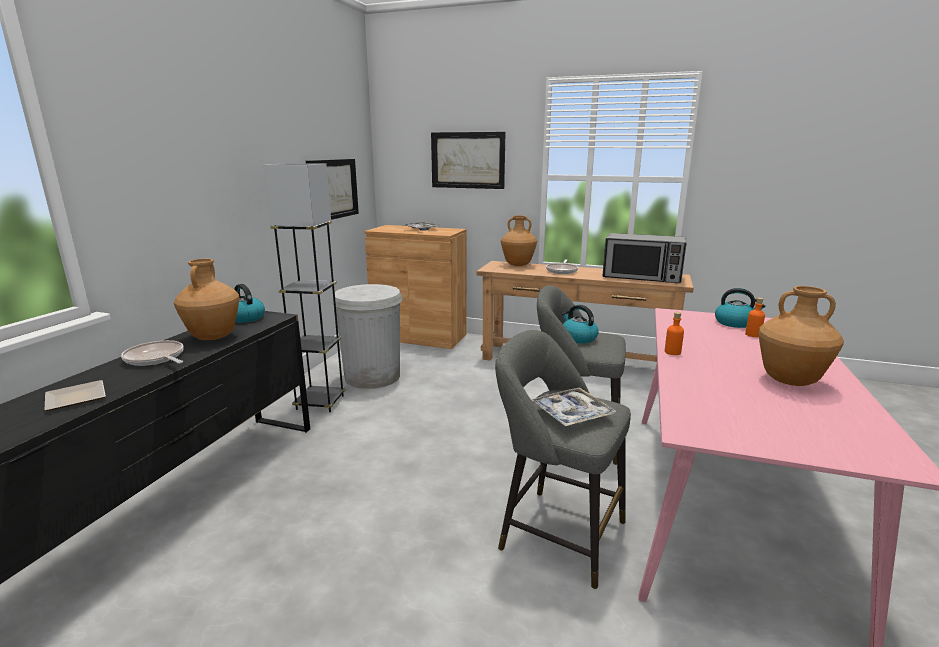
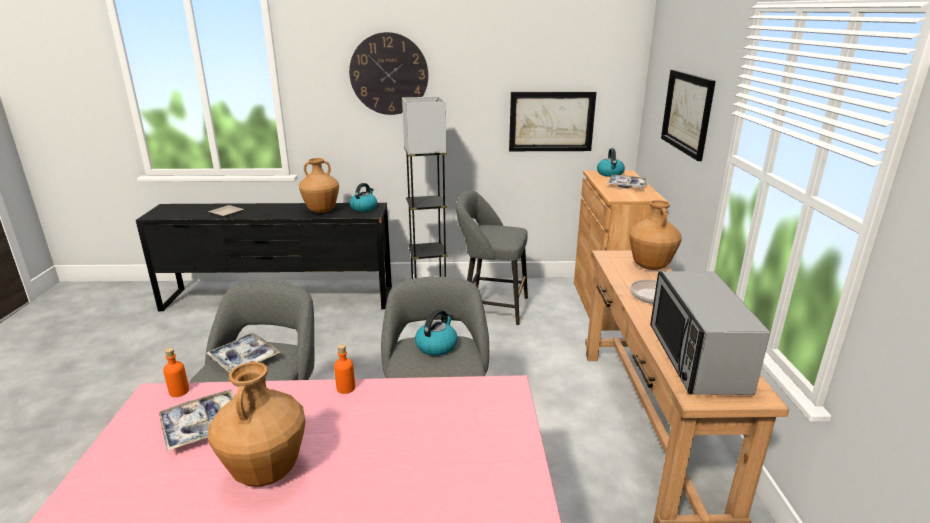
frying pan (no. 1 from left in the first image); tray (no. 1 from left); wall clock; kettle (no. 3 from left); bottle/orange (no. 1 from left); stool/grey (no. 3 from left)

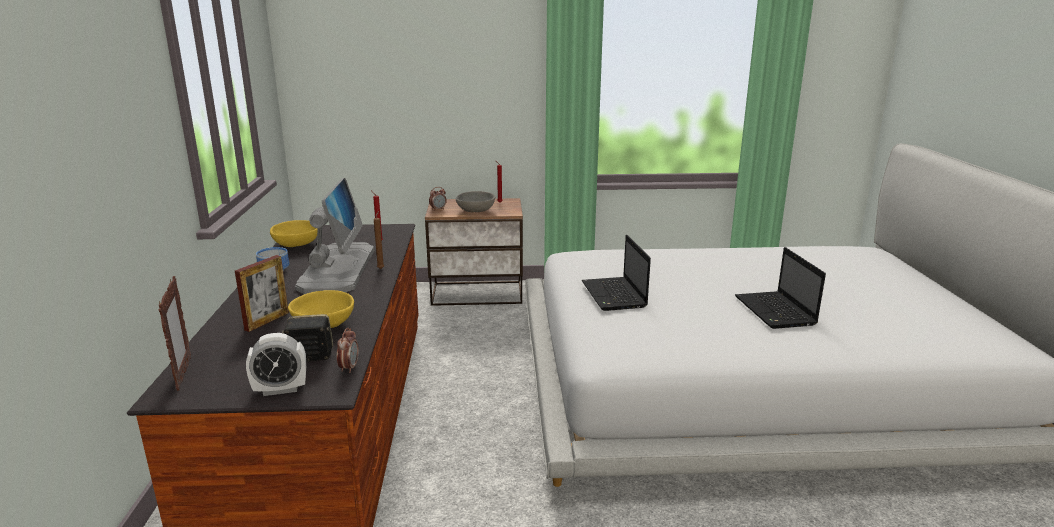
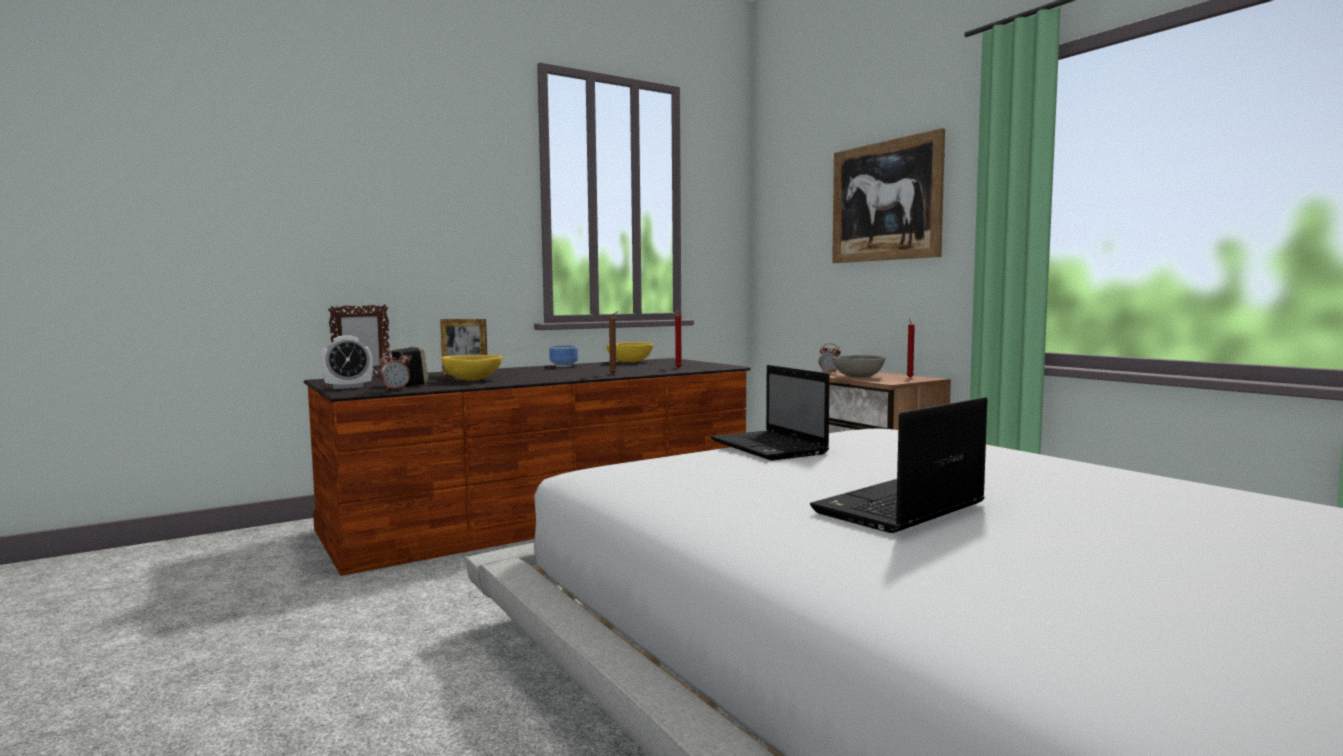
monitor; picture; alarm clock (no. 1 from left); laptop (no. 1 from left)

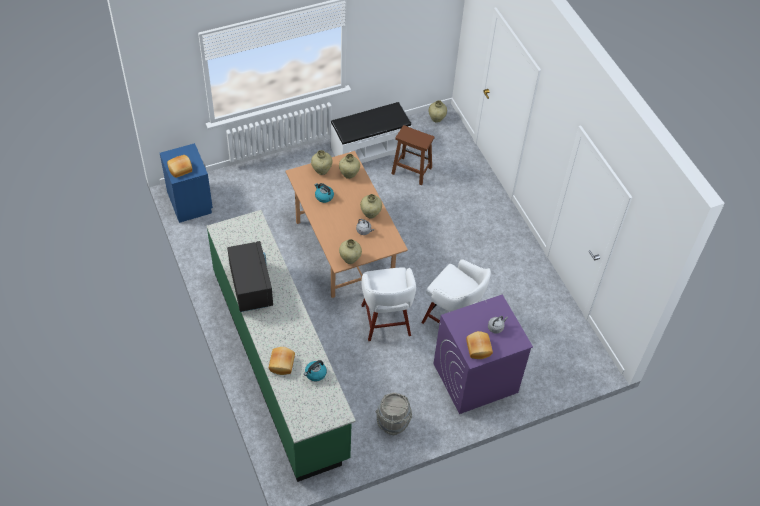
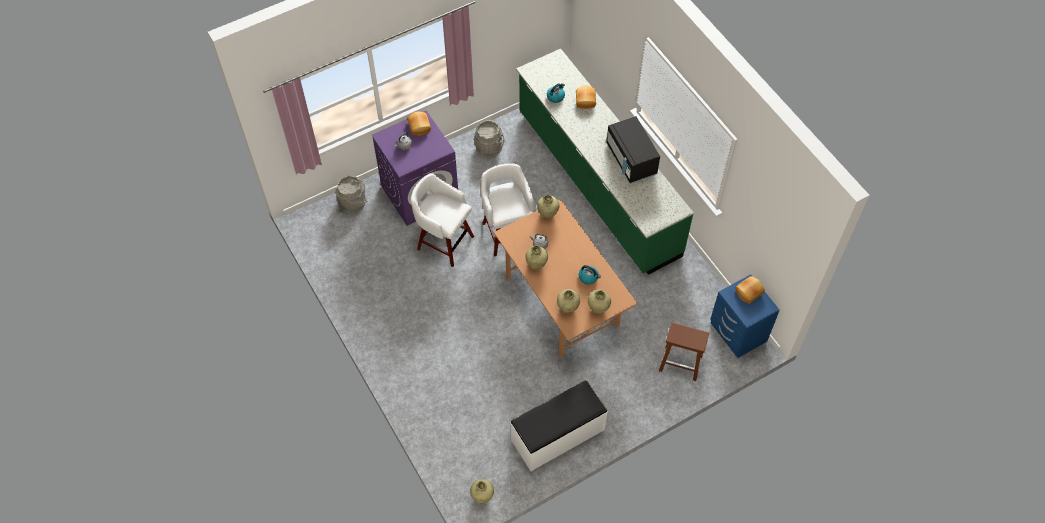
bucket/grey (no. 1 from left); stool/brown

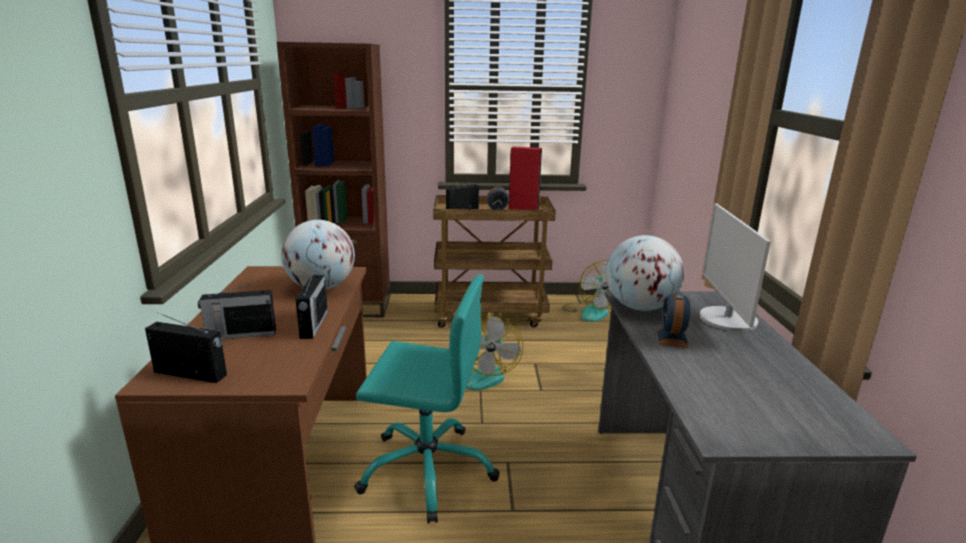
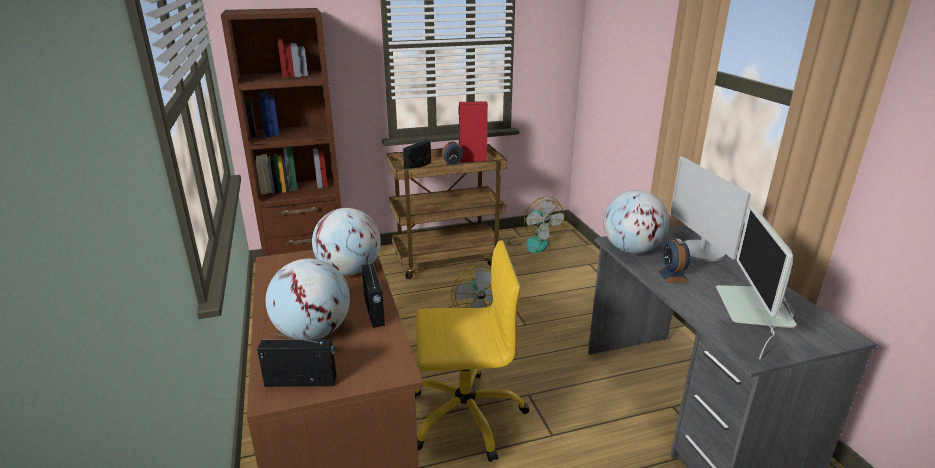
monitor (no. 2 from left); globe (no. 1 from left); office chair/yellow

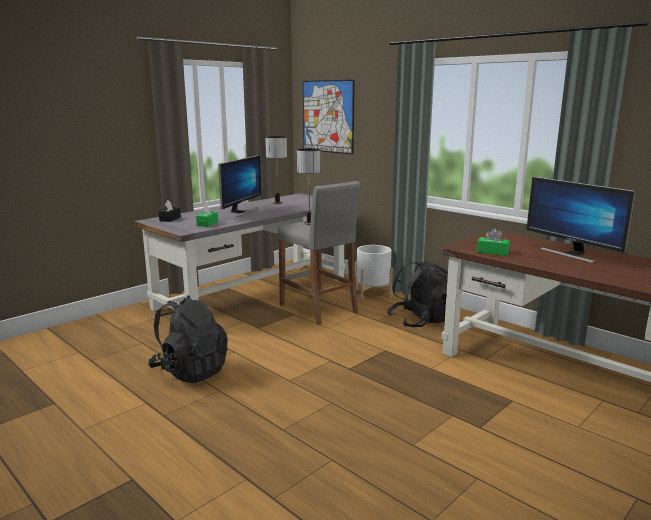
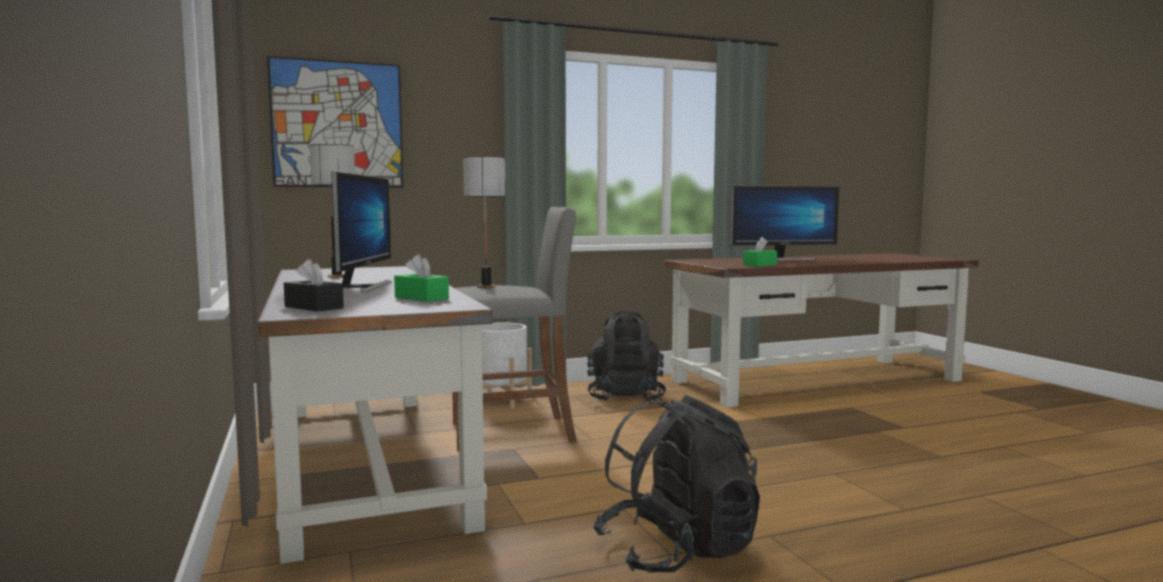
monitor (no. 1 from left)

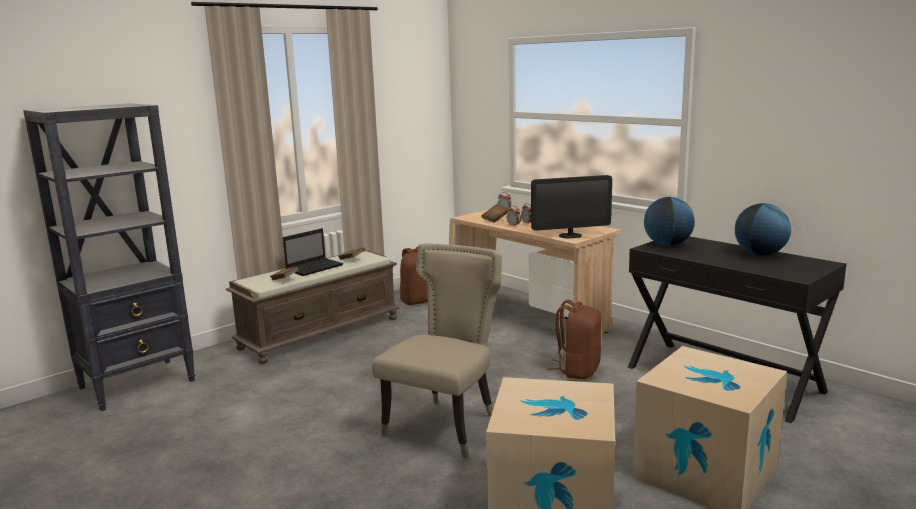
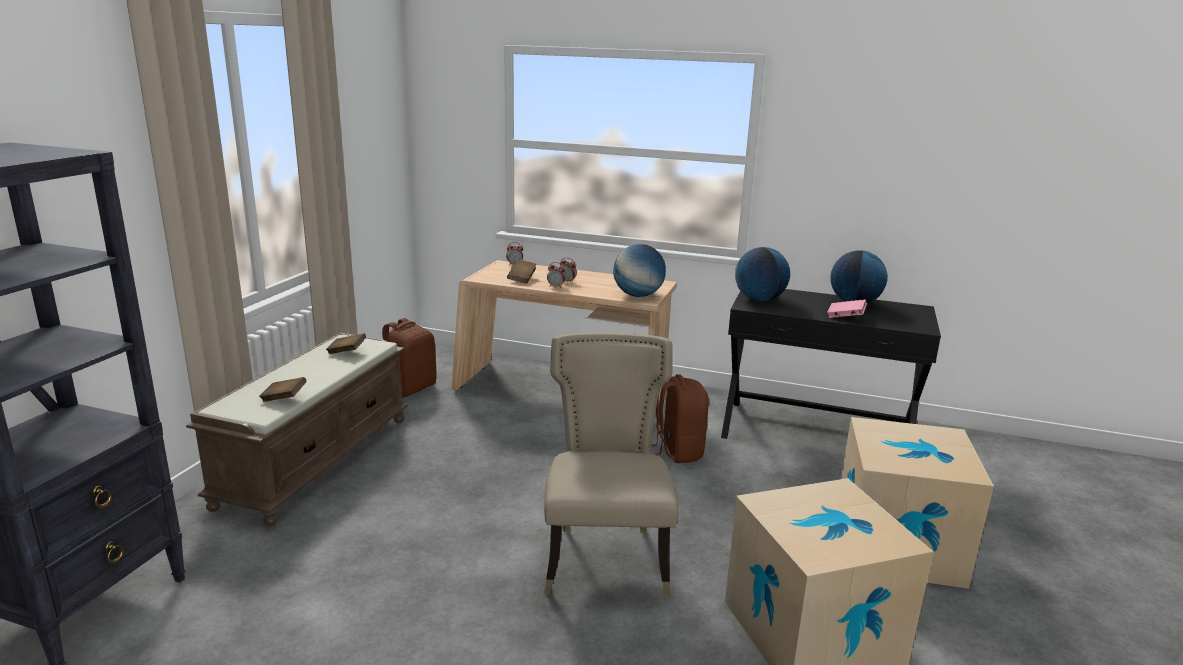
laptop; book/pink; globe (no. 1 from left)

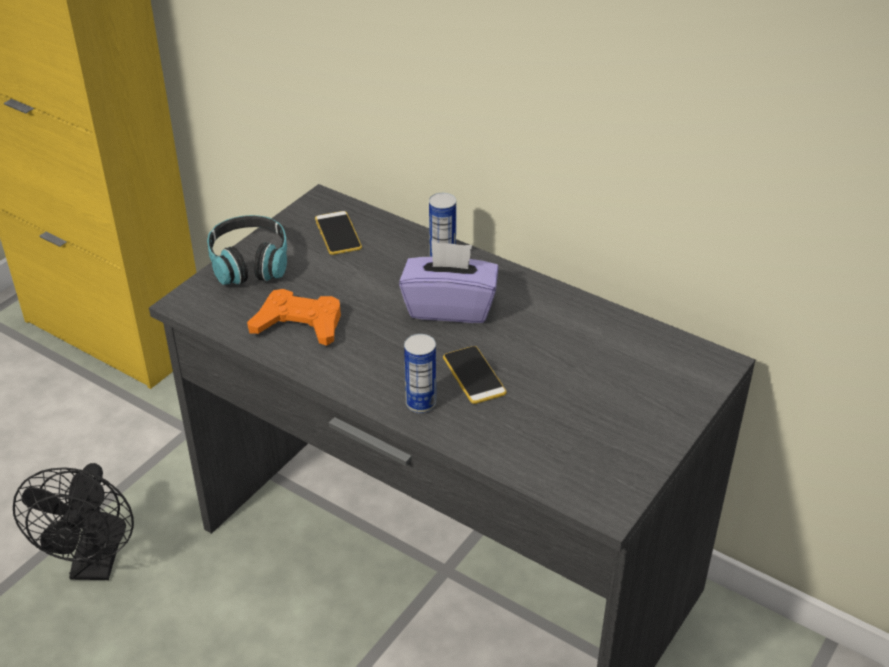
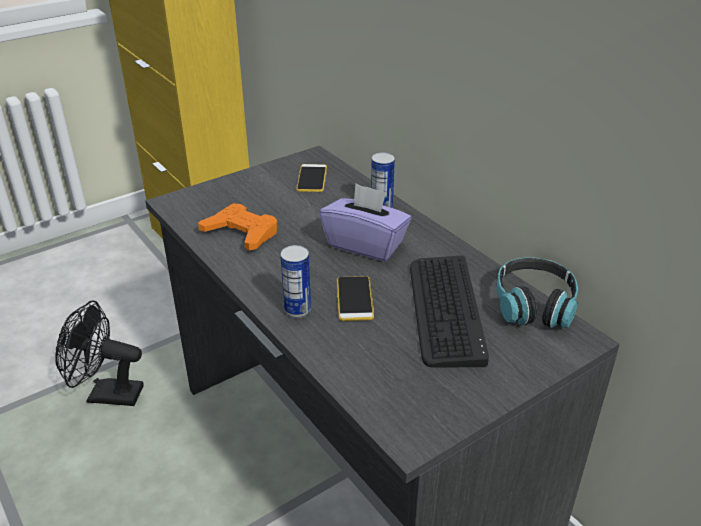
keyboard; headphones; fan/black

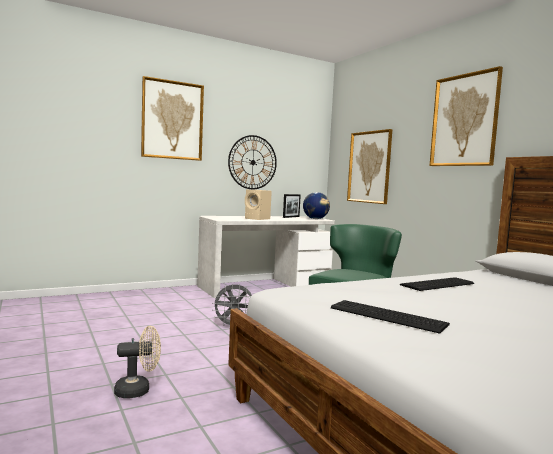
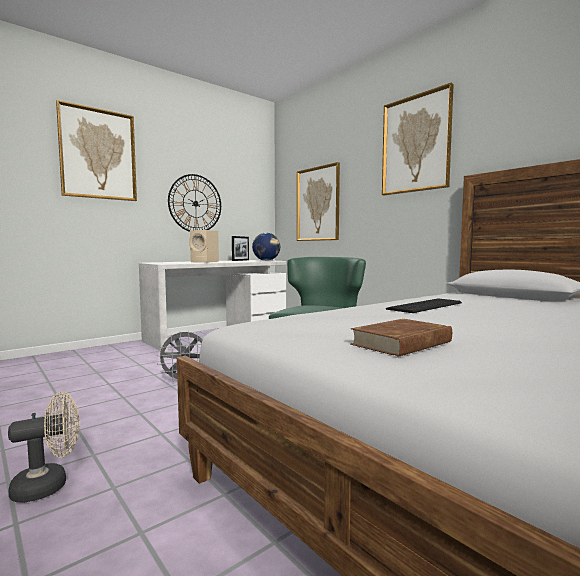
book/brown

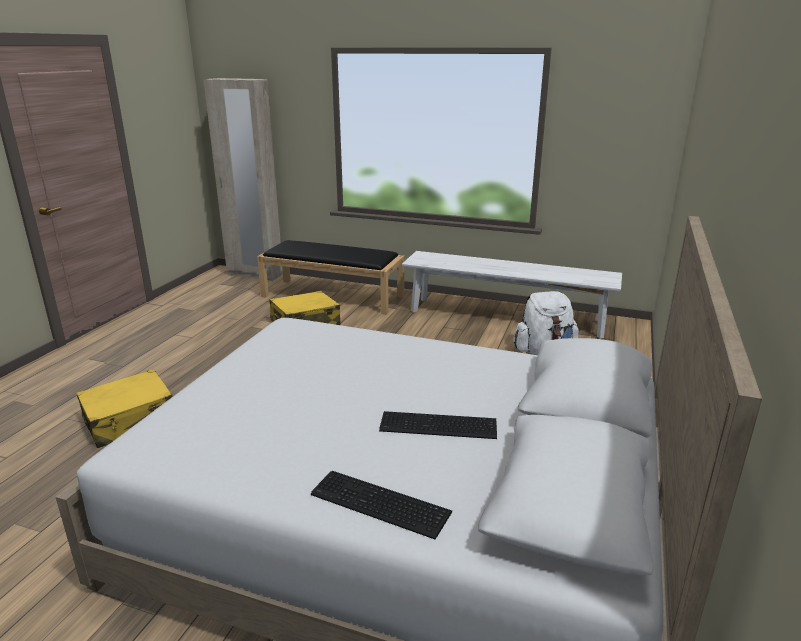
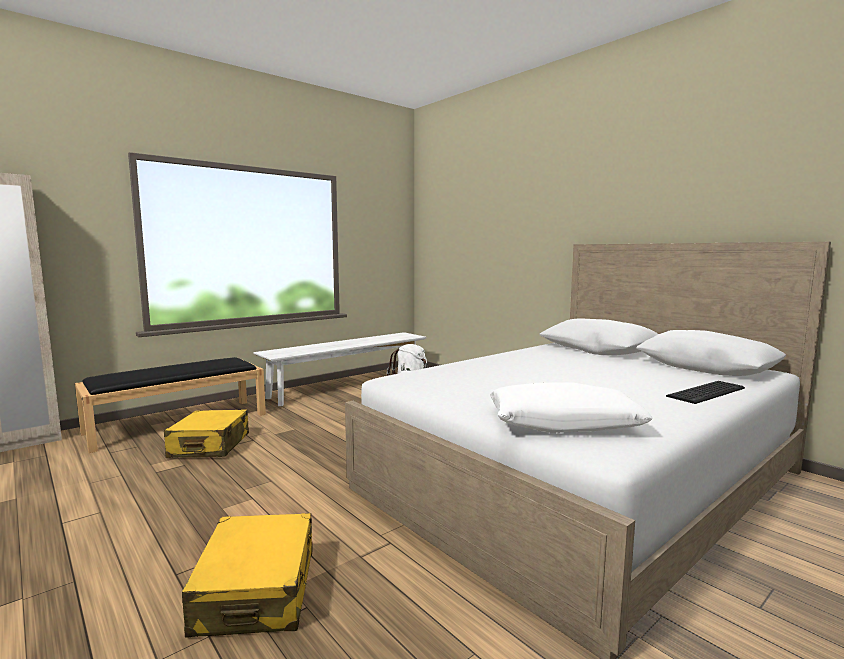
keyboard (no. 2 from left in the first image); pillow/white

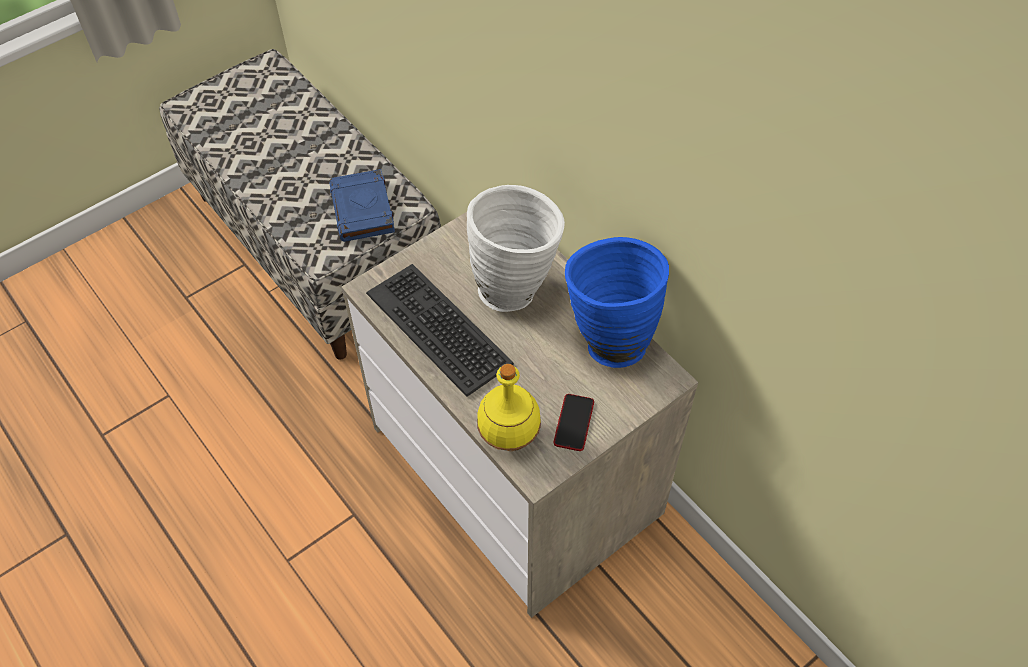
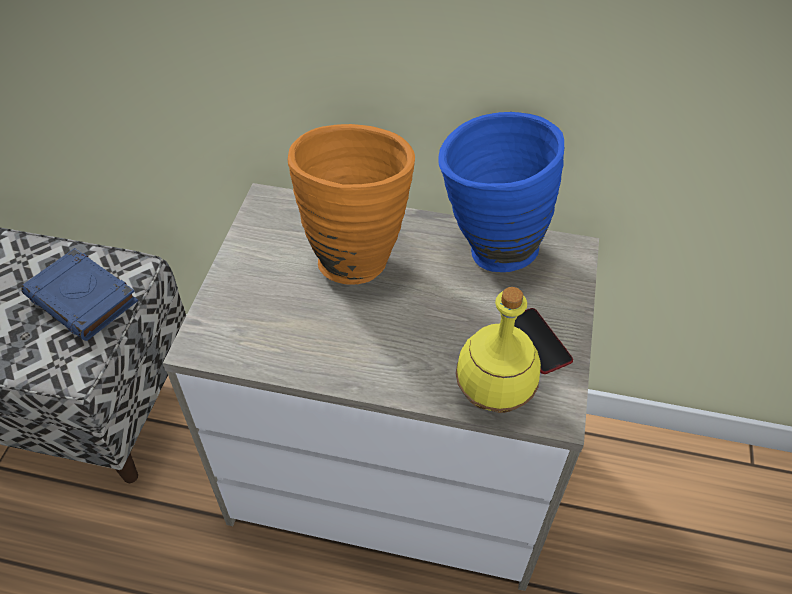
keyboard; vase/orange

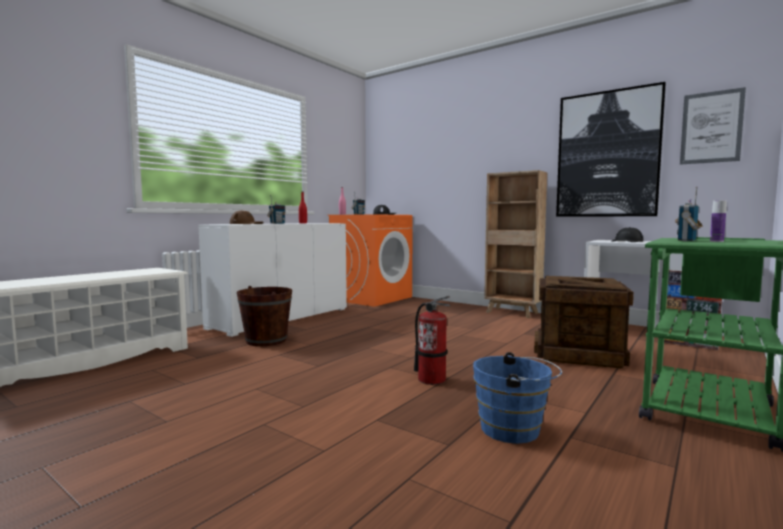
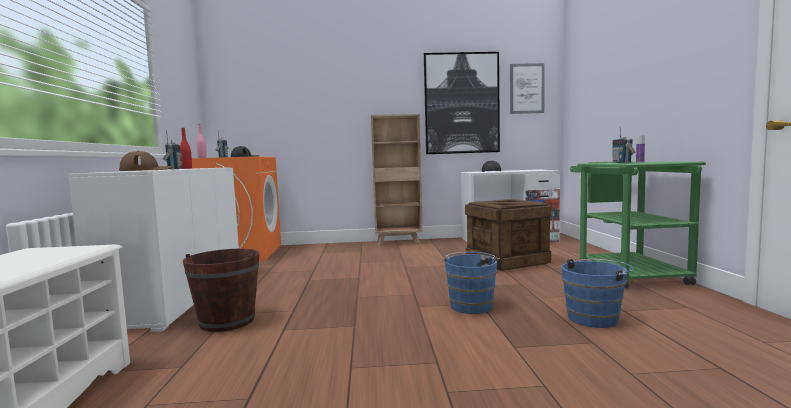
bucket/blue (no. 1 from left)

